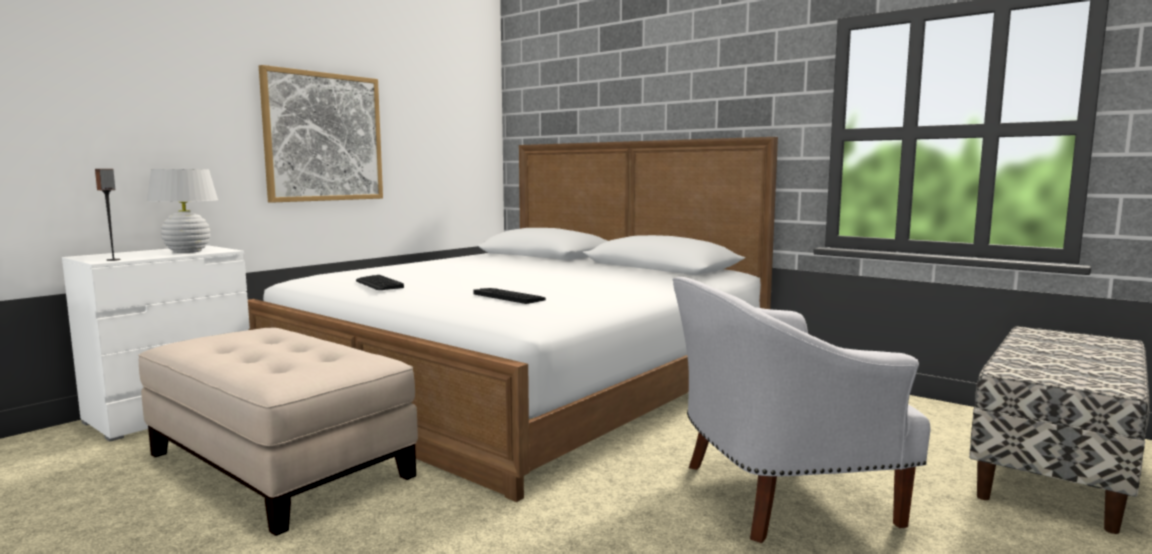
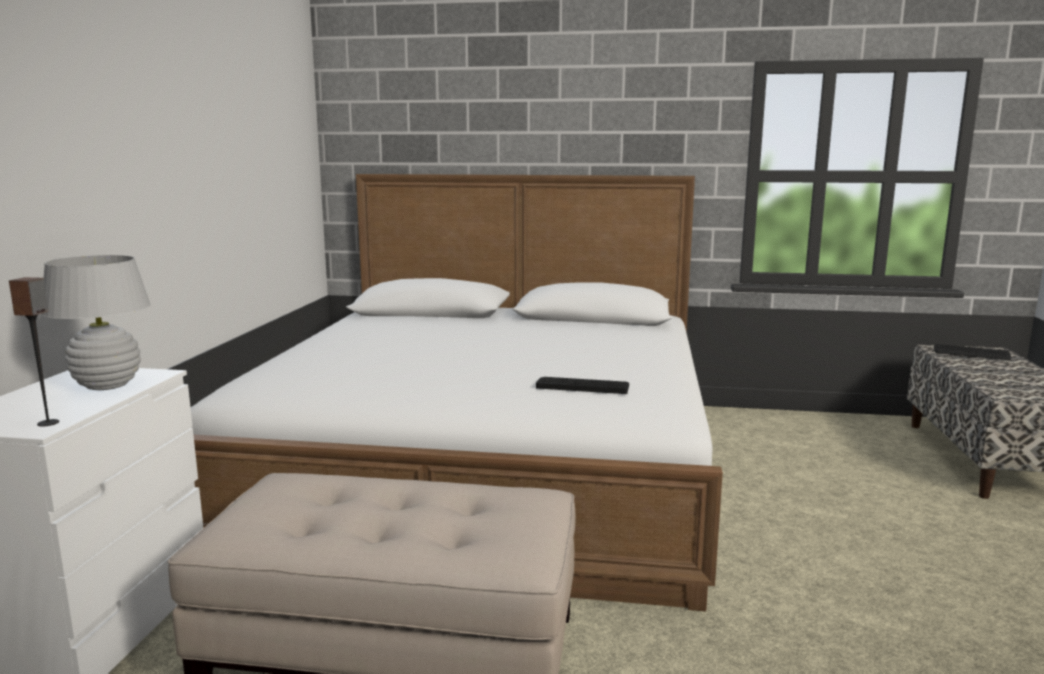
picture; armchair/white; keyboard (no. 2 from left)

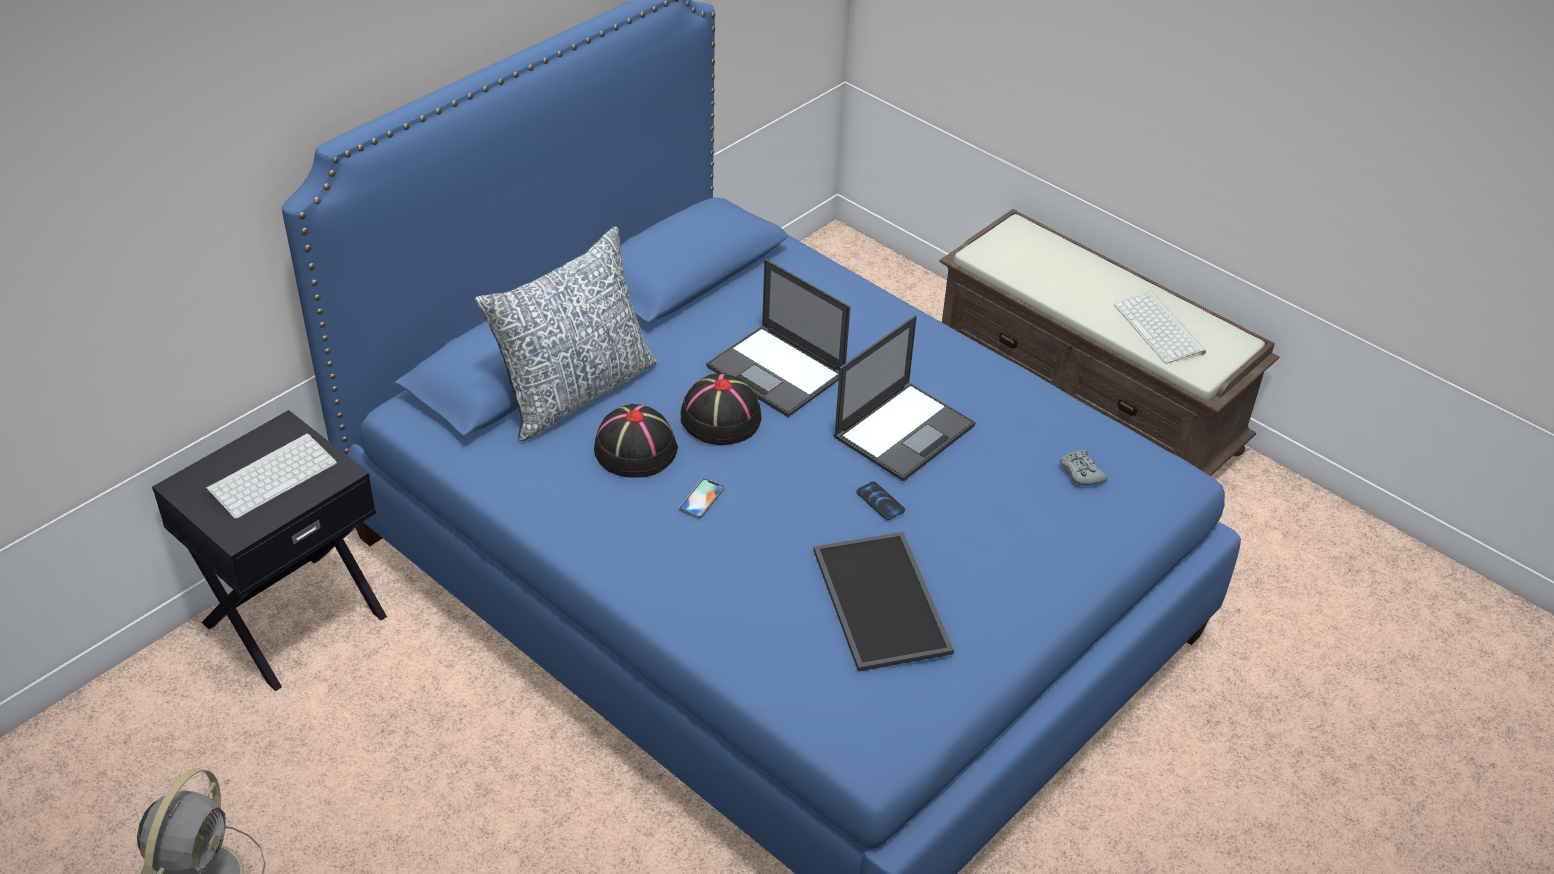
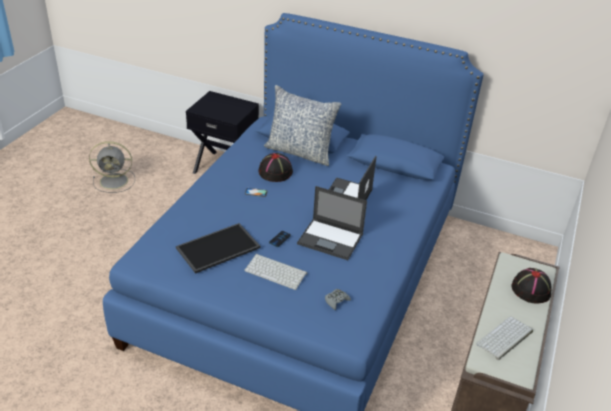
keyboard (no. 1 from left); hat/black (no. 2 from left)

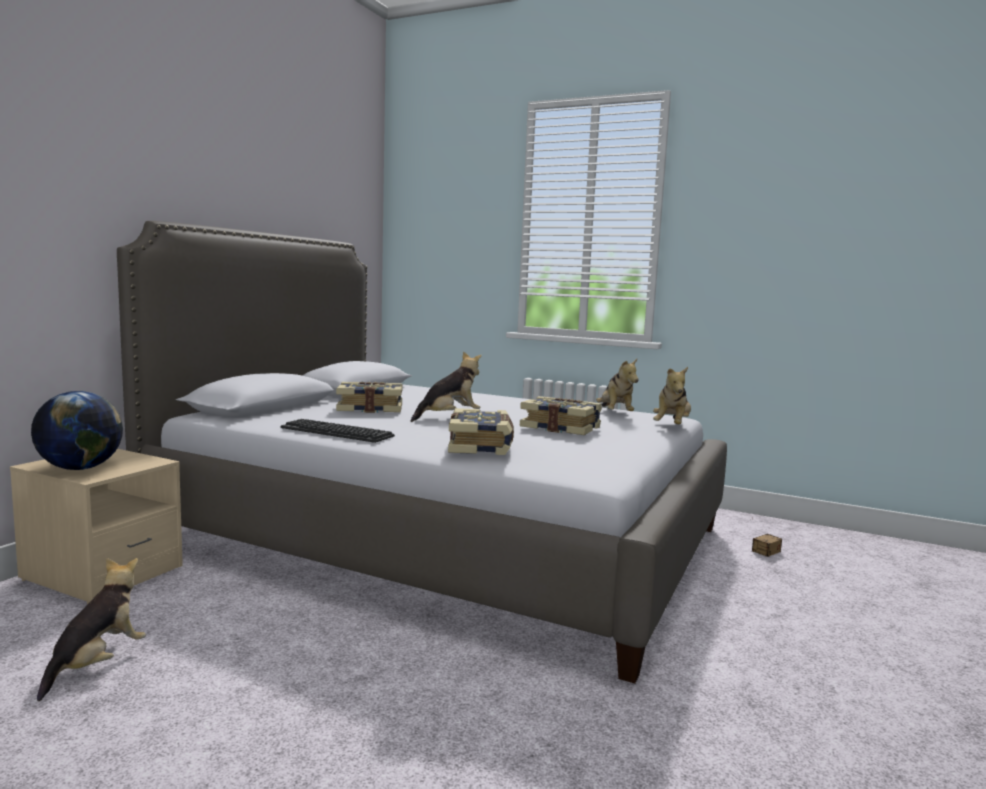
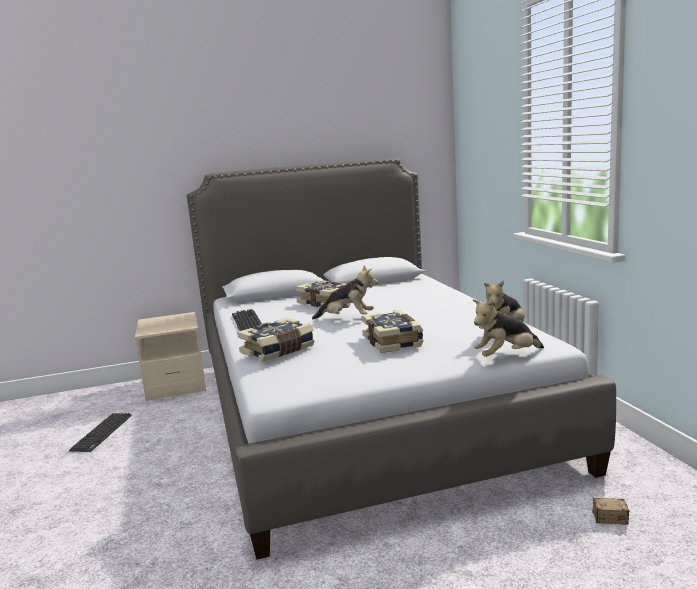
globe; keyboard (no. 1 from left)

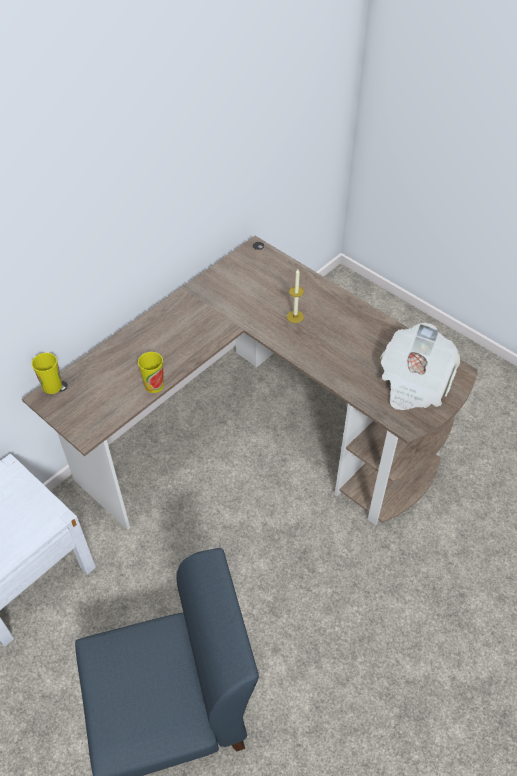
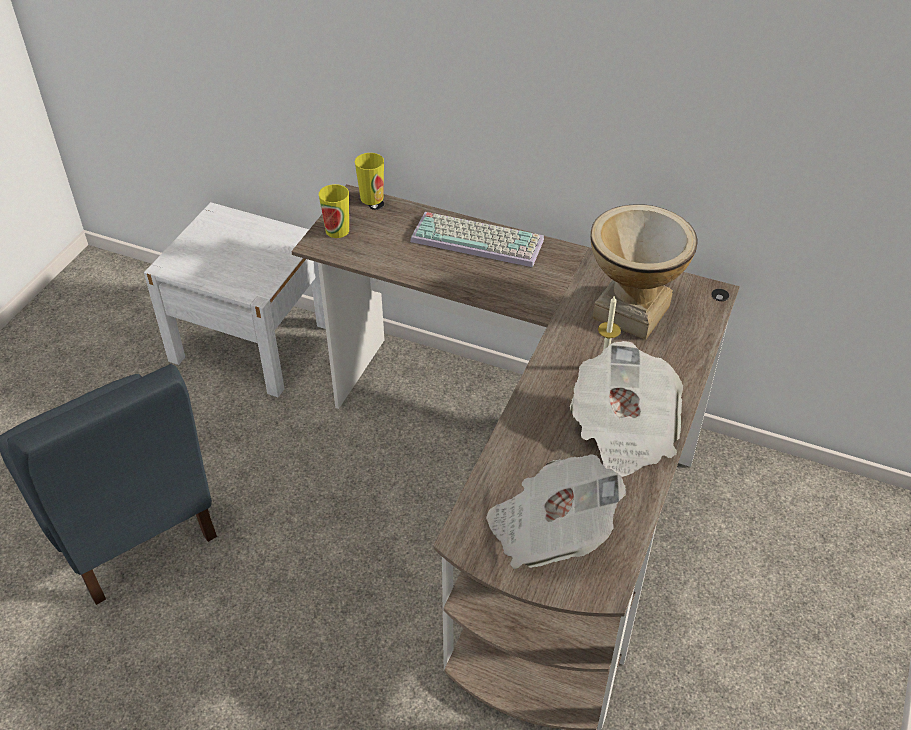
keyboard; newspaper (no. 2 from left); vase; cup (no. 1 from left)

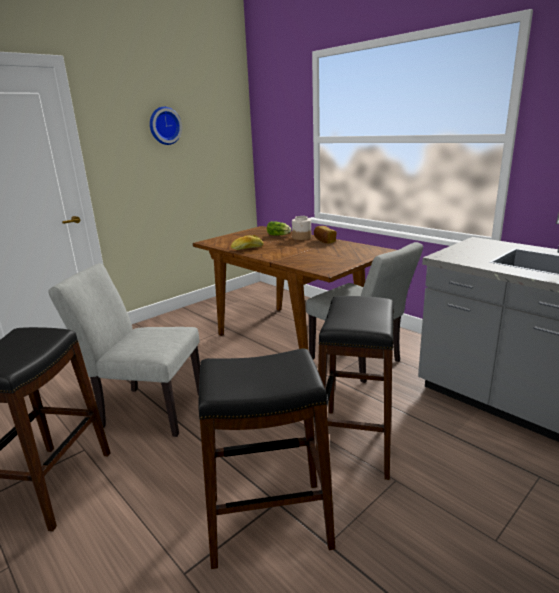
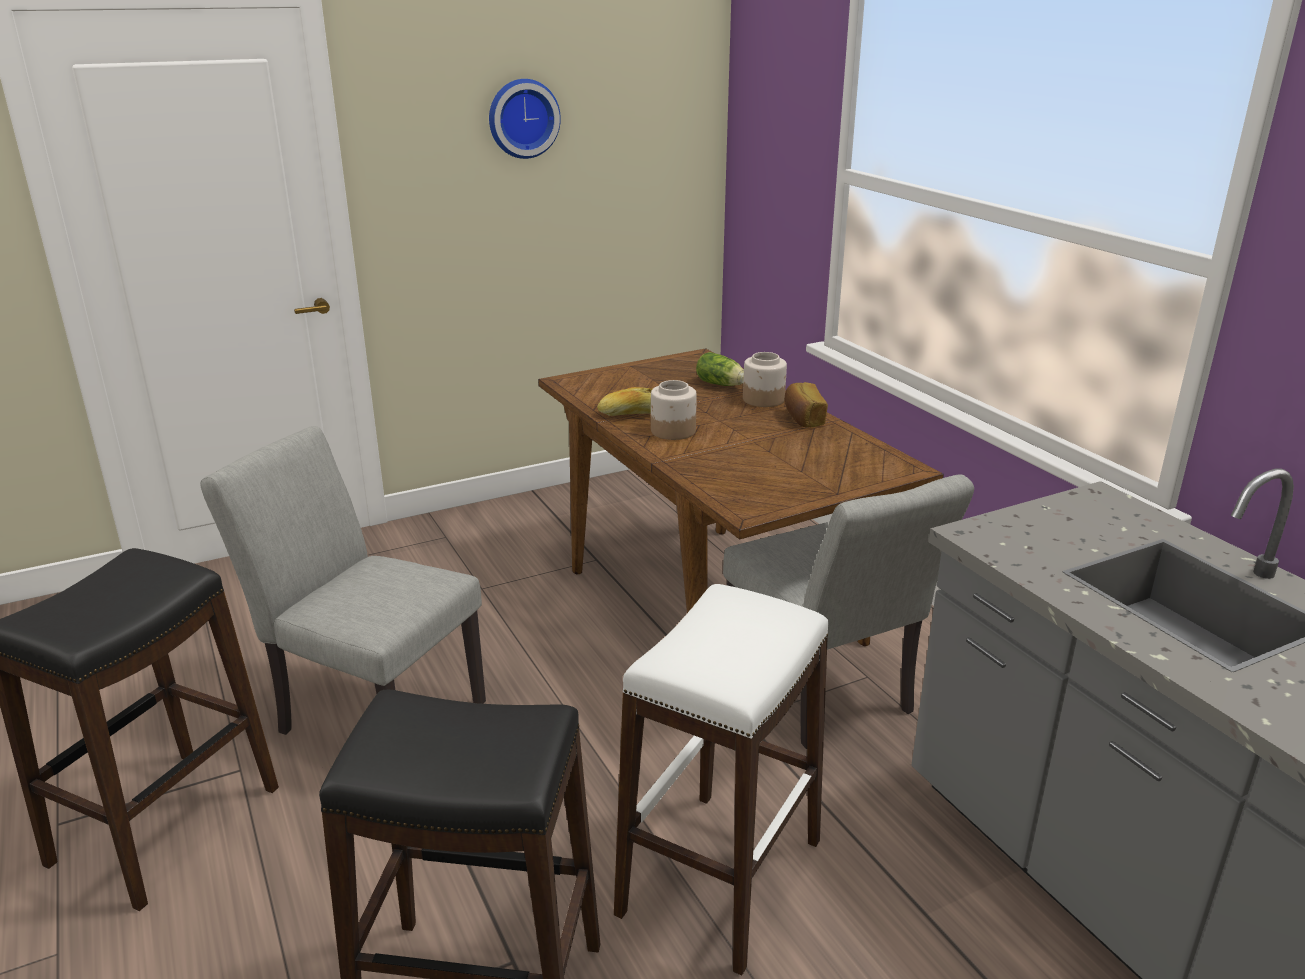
jar (no. 1 from left); stool/white

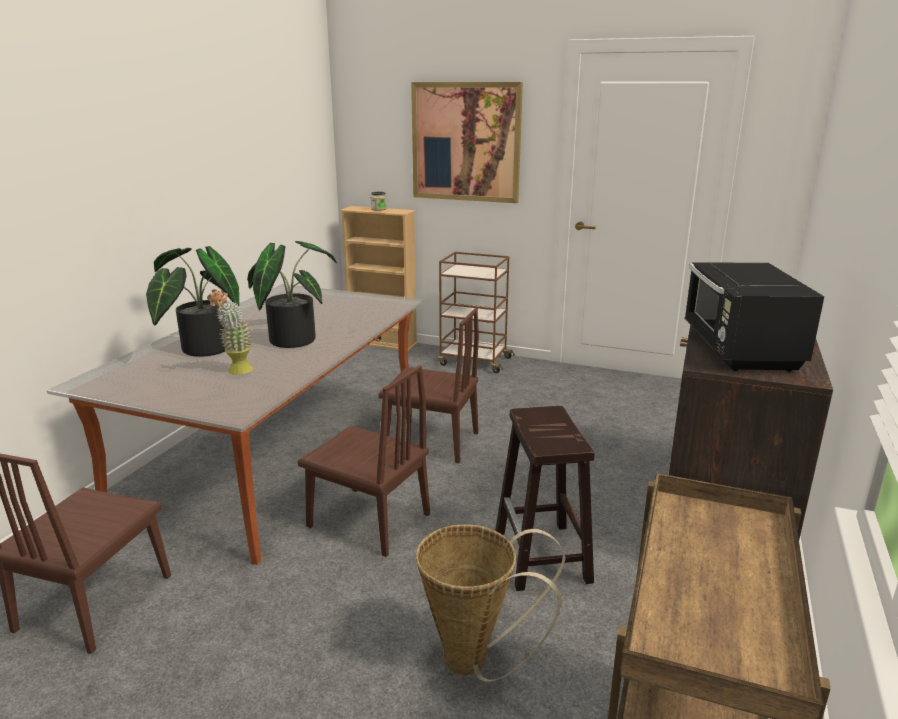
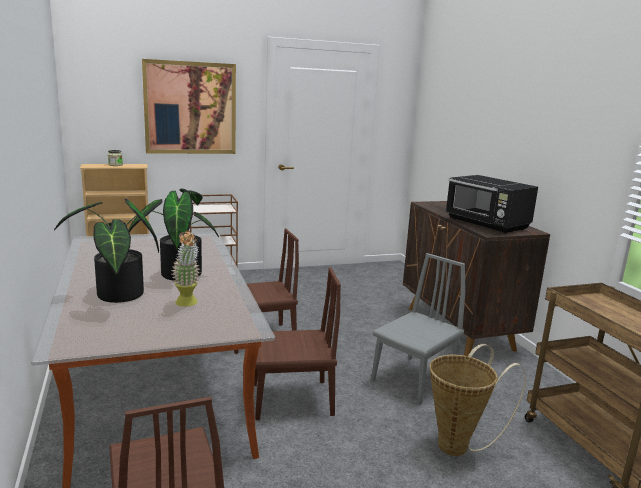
chair/grey

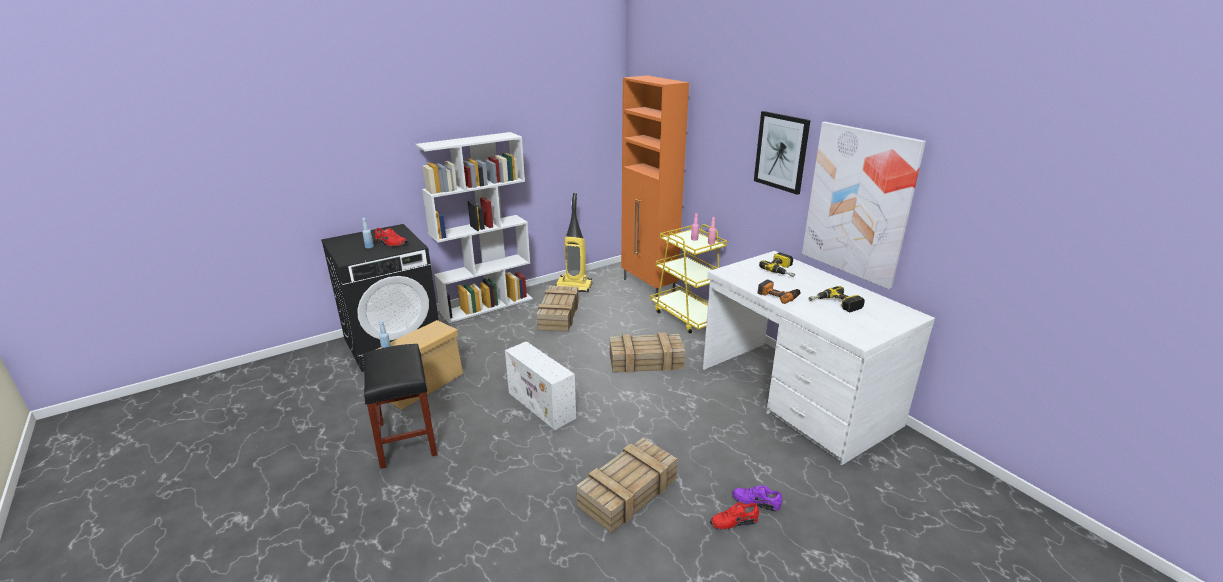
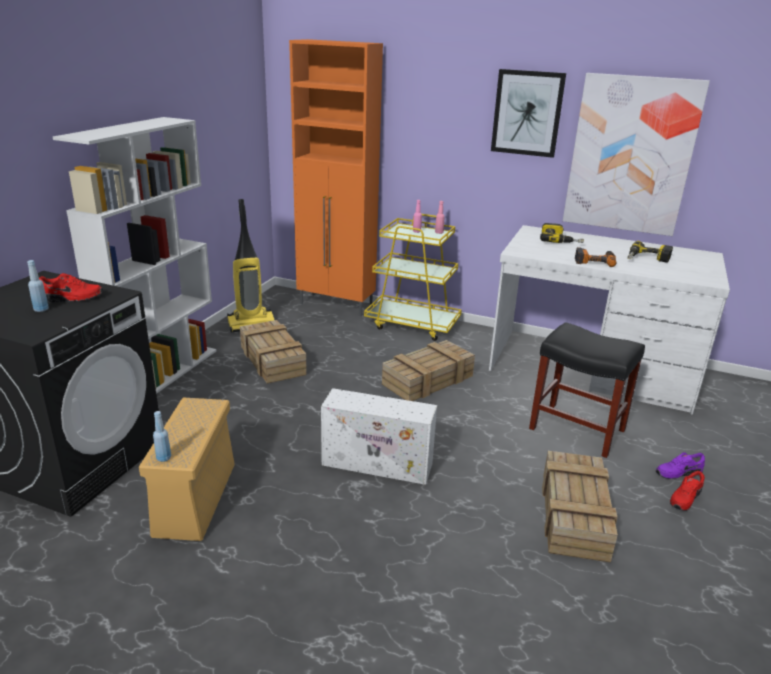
stool/black

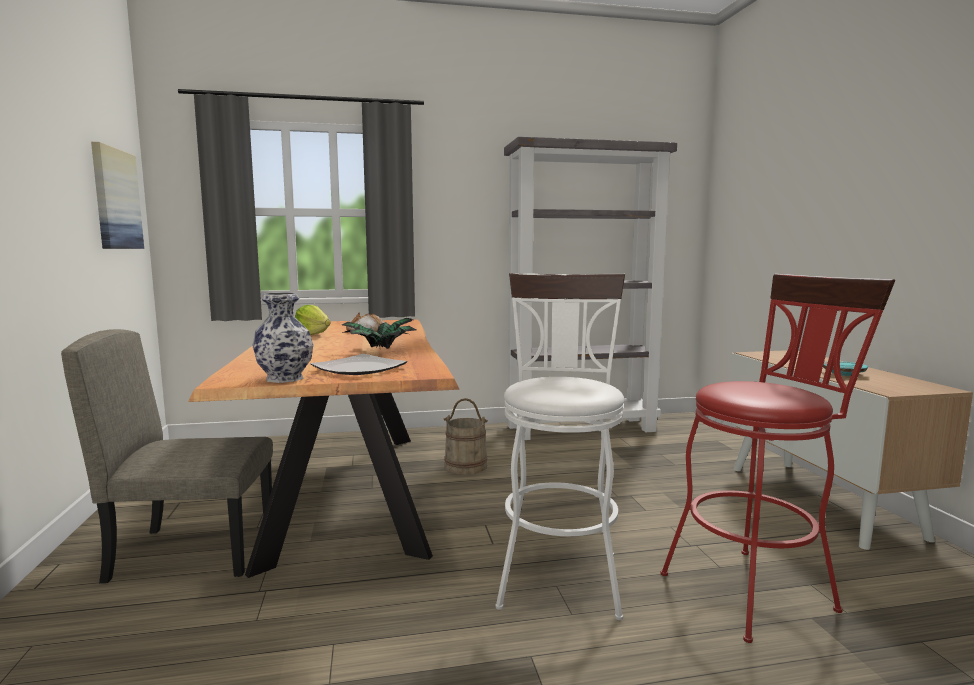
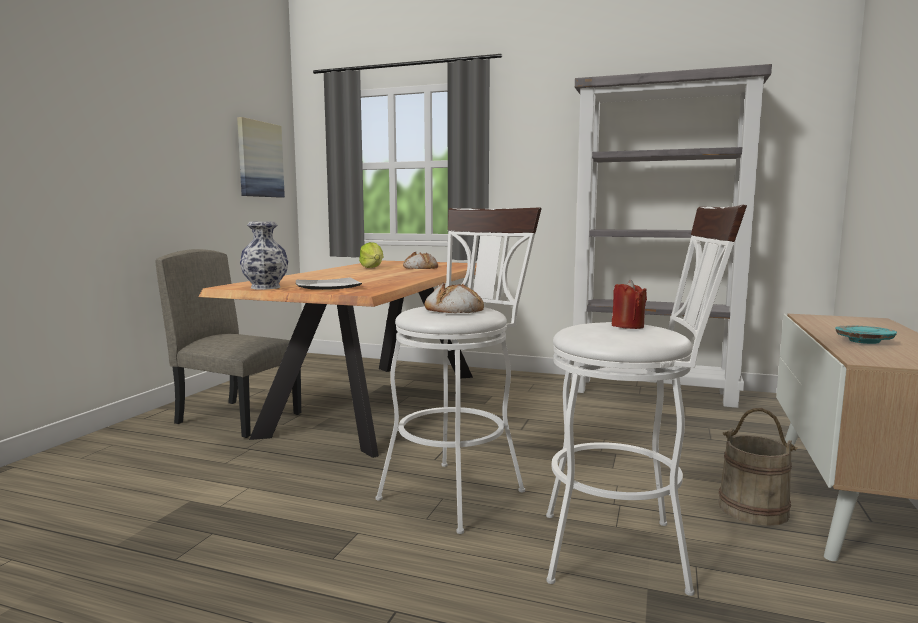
potted plant; bread (no. 2 from left); candle/red; bucket/beige; stool/white (no. 2 from left)

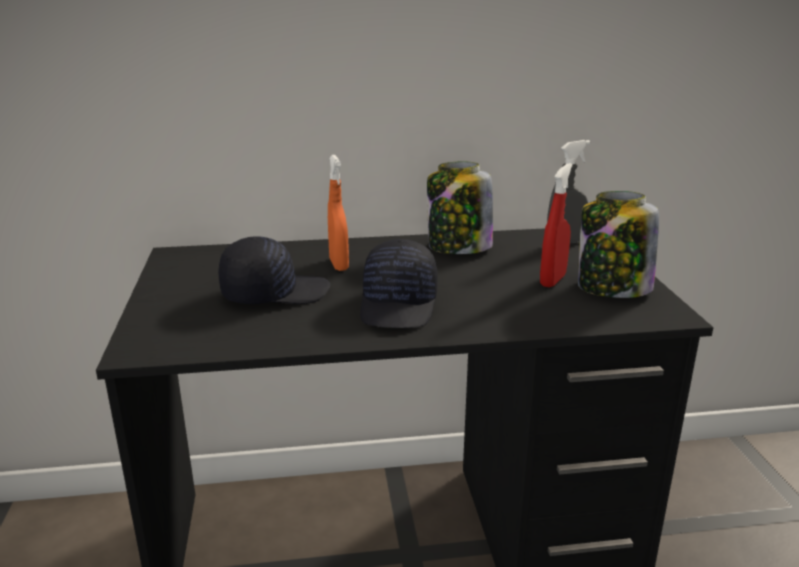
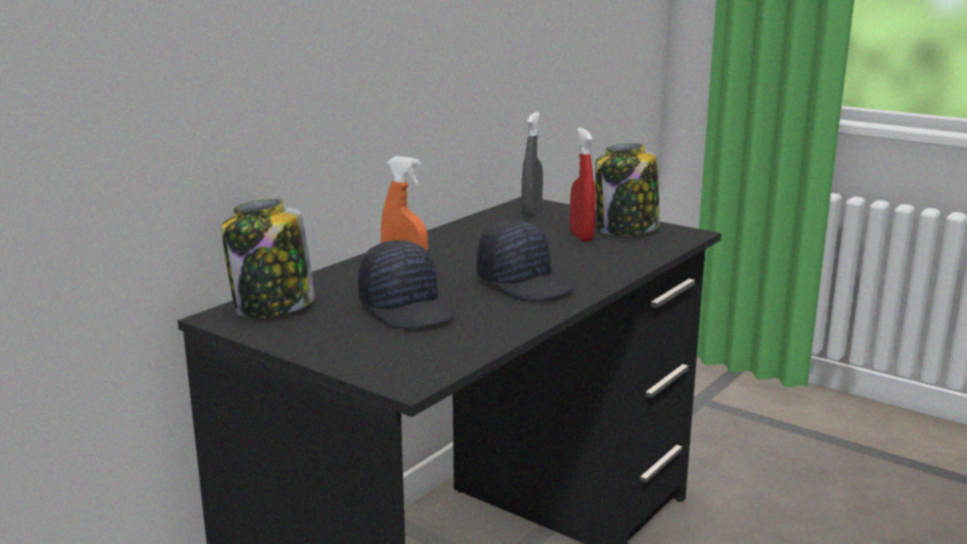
jar (no. 1 from left); cap/black (no. 1 from left)

